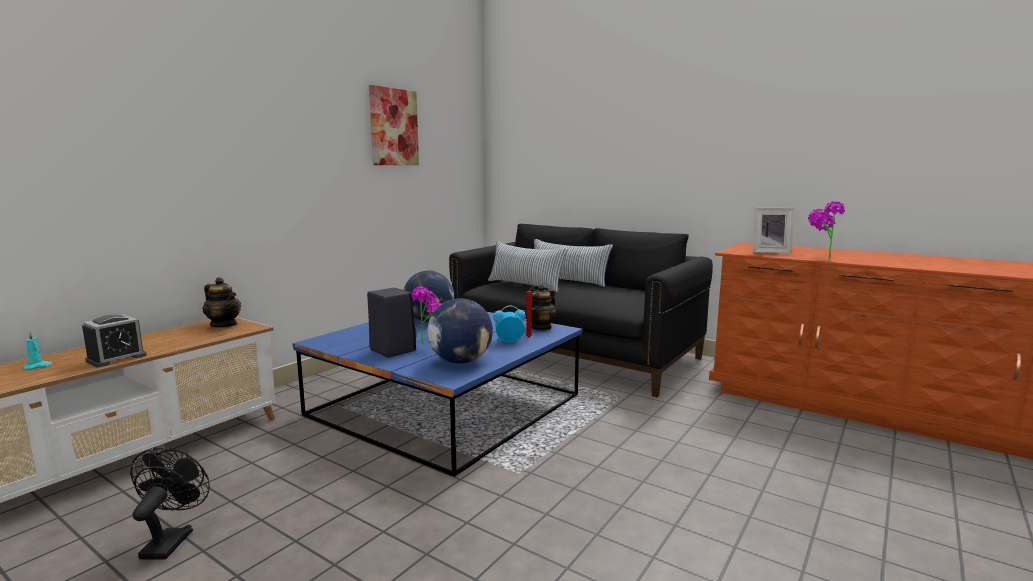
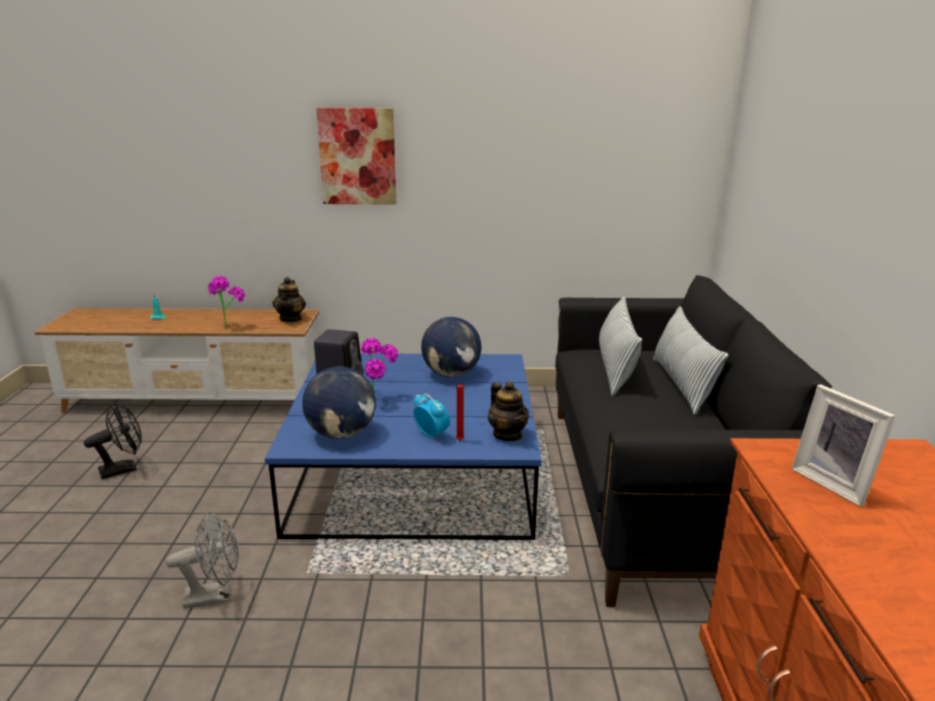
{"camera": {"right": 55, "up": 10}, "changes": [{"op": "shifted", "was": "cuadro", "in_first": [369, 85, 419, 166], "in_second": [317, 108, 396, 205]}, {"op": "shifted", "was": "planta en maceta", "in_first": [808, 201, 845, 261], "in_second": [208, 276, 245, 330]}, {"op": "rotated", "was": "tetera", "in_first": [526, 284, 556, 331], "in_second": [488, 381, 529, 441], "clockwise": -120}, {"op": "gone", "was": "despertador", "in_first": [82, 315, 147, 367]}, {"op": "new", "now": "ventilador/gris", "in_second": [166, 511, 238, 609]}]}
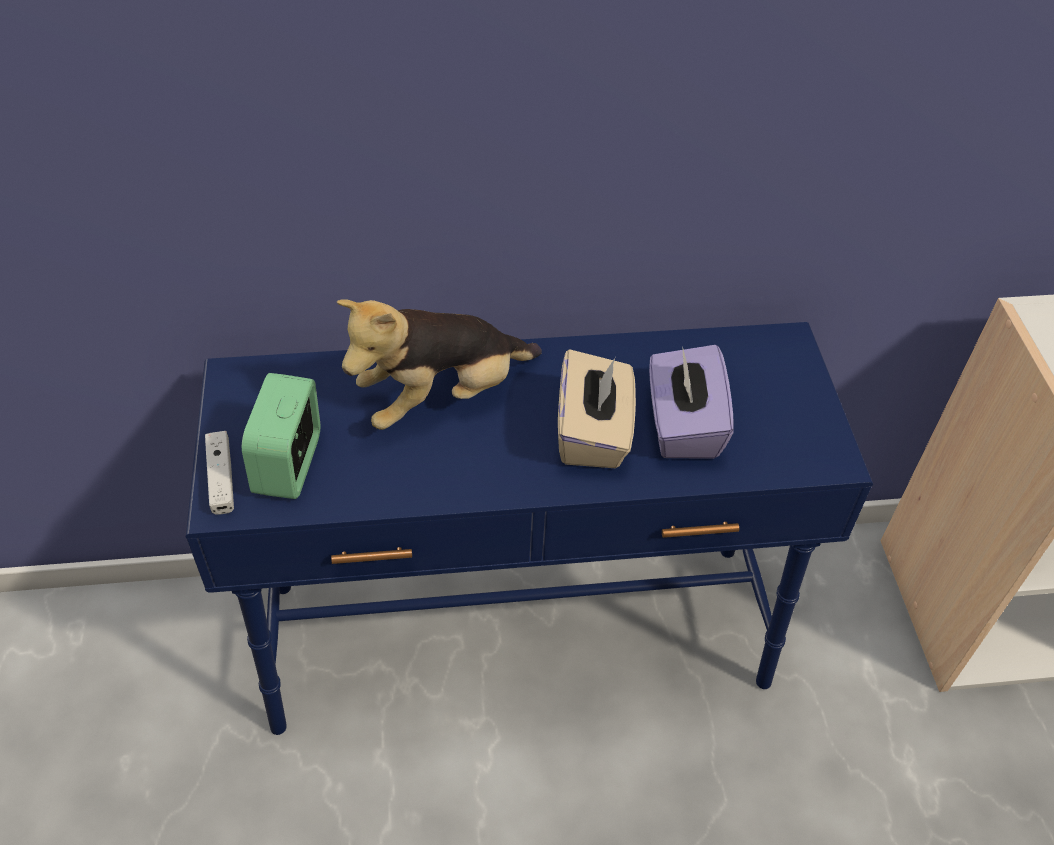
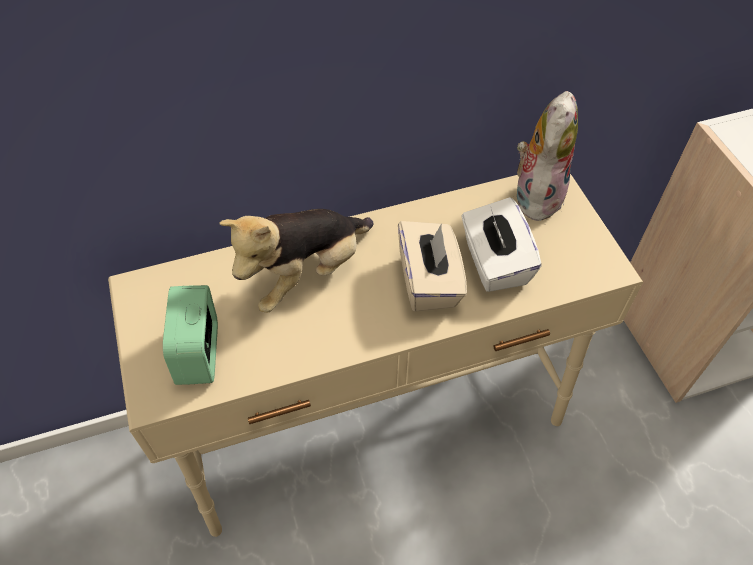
{"camera": {"right": -10, "up": 5}, "changes": [{"op": "repainted", "was": "mesa consola/azul", "now": "mesa consola/beis", "in_first": [185, 322, 873, 735], "in_second": [108, 174, 643, 537]}, {"op": "repainted", "was": "caja de pañuelos/morado", "now": "caja de pañuelos/blanco", "in_first": [649, 345, 733, 459], "in_second": [461, 197, 542, 292]}, {"op": "gone", "was": "mando de consola/blanco", "in_first": [205, 431, 234, 515]}, {"op": "new", "now": "peluche", "in_second": [517, 91, 578, 222]}]}
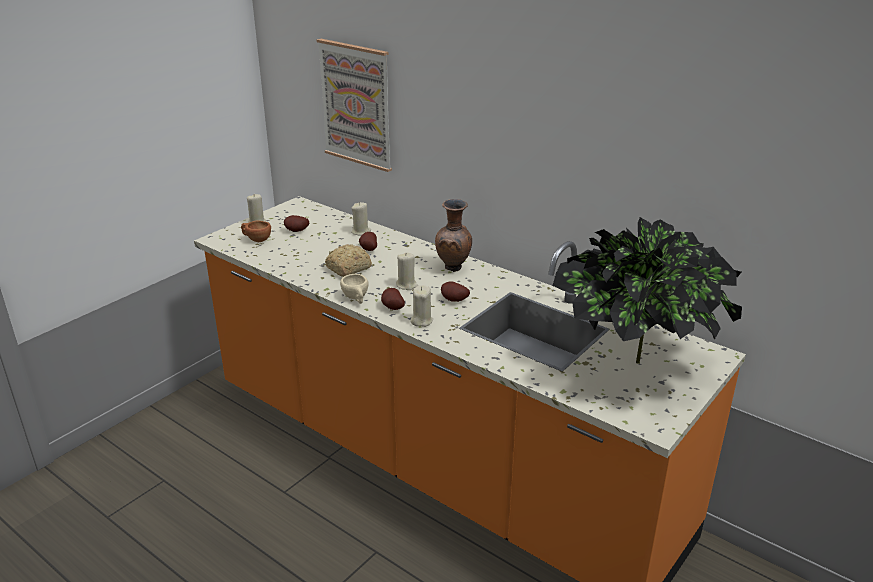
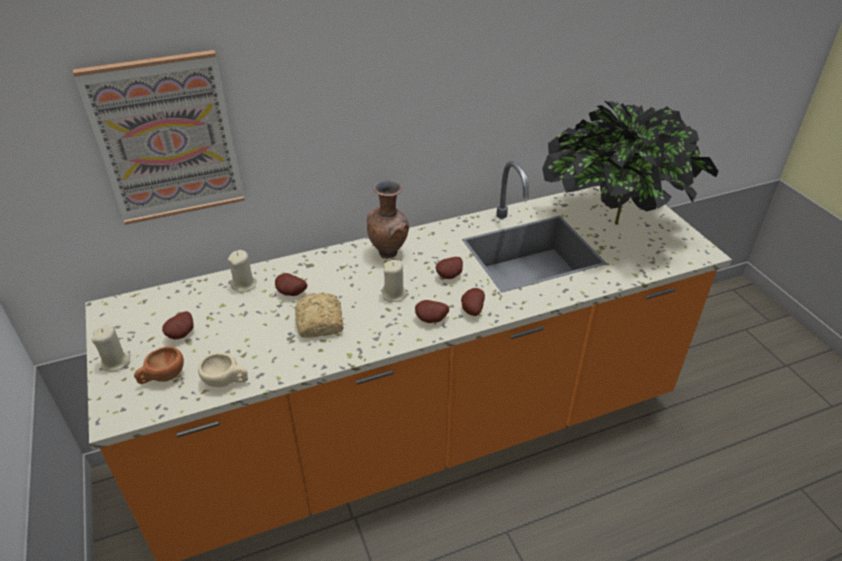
{"camera": {"right": -60, "up": 10}, "changes": [{"op": "shifted", "was": "taza/beis", "in_first": [340, 274, 369, 304], "in_second": [198, 353, 248, 387]}, {"op": "swapped", "was": "vela/beis", "now": "patata", "in_first": [410, 285, 433, 327], "in_second": [461, 288, 485, 316]}]}
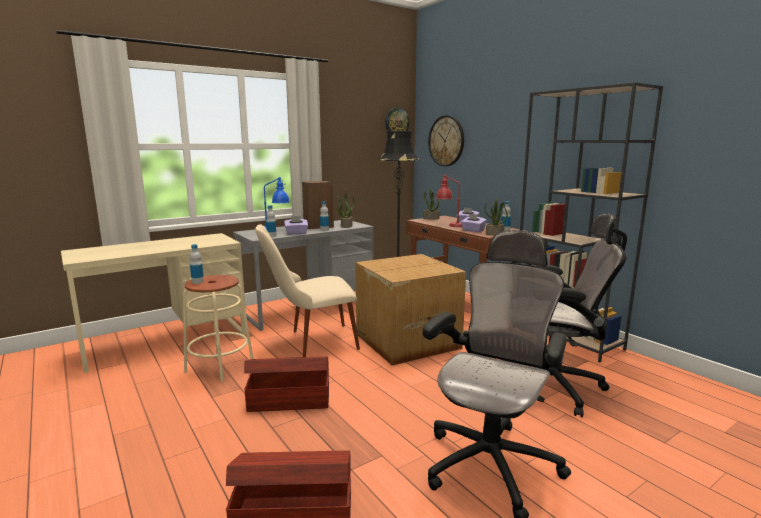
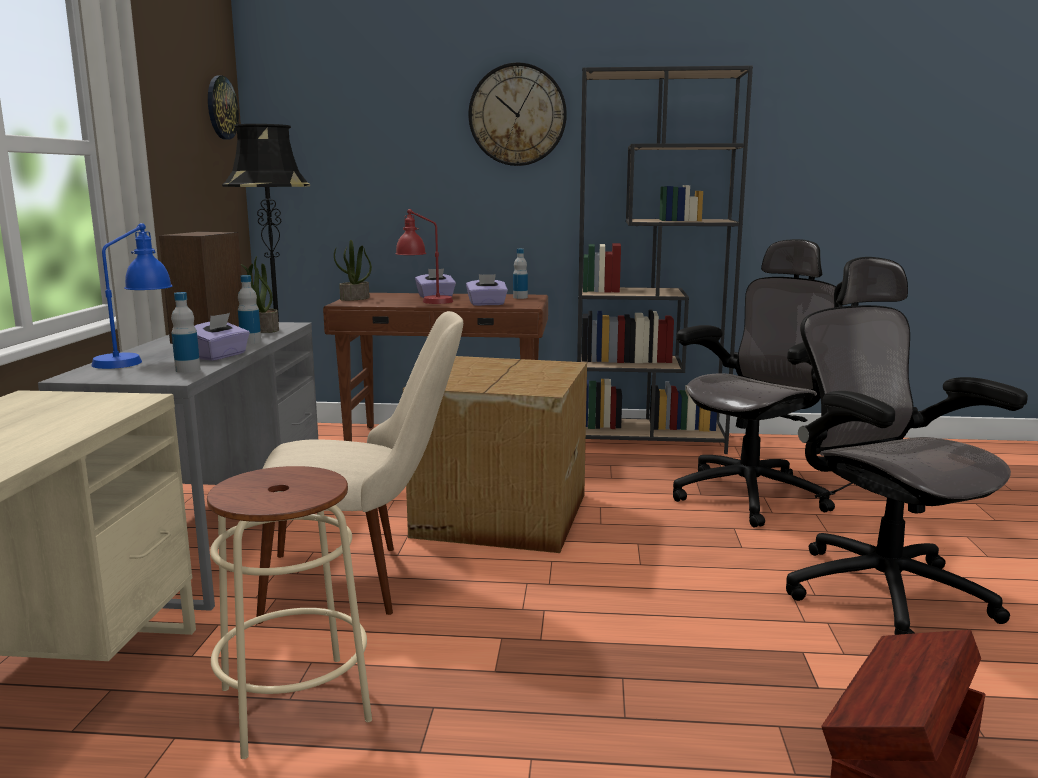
{"camera": {"right": -50, "up": 0}, "changes": [{"op": "shifted", "was": "reloj de pared", "in_first": [428, 115, 464, 166], "in_second": [469, 62, 567, 166]}, {"op": "gone", "was": "planta en maceta", "in_first": [484, 198, 508, 235]}, {"op": "rotated", "was": "silla/beis", "in_first": [255, 224, 360, 357], "in_second": [256, 311, 463, 624], "clockwise": -120}, {"op": "gone", "was": "botella", "in_first": [190, 244, 204, 284]}, {"op": "gone", "was": "caja de almacenaje/marrón", "in_first": [244, 356, 329, 412]}]}
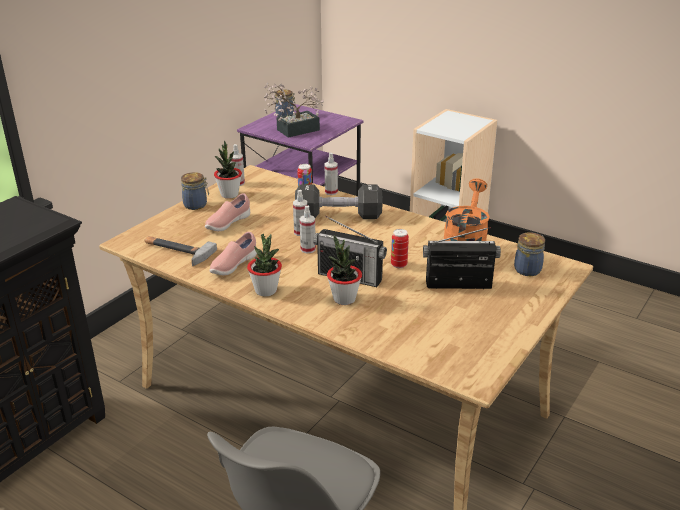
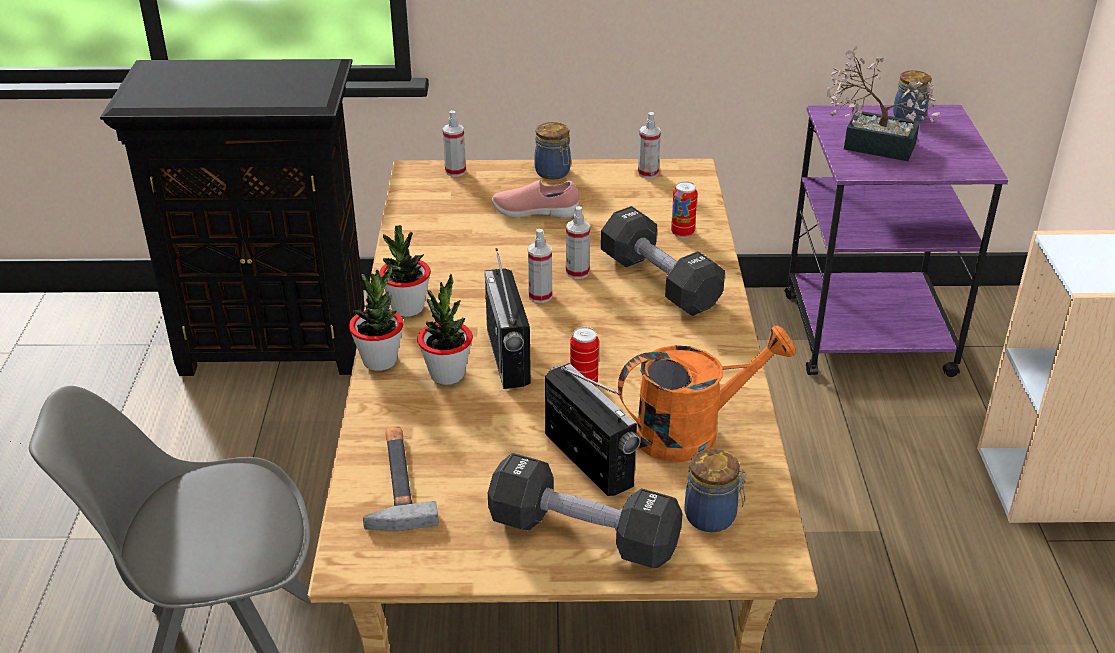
{"camera": {"right": 55, "up": 5}, "changes": [{"op": "shifted", "was": "planta en maceta", "in_first": [214, 140, 242, 199], "in_second": [349, 264, 404, 371]}, {"op": "shifted", "was": "pulverizador", "in_first": [325, 153, 338, 195], "in_second": [443, 110, 466, 177]}, {"op": "gone", "was": "zapato/rosa", "in_first": [209, 232, 257, 275]}, {"op": "shifted", "was": "martillo", "in_first": [145, 236, 217, 266], "in_second": [363, 426, 439, 531]}, {"op": "new", "now": "mancuerna/negro", "in_second": [488, 453, 683, 568]}]}
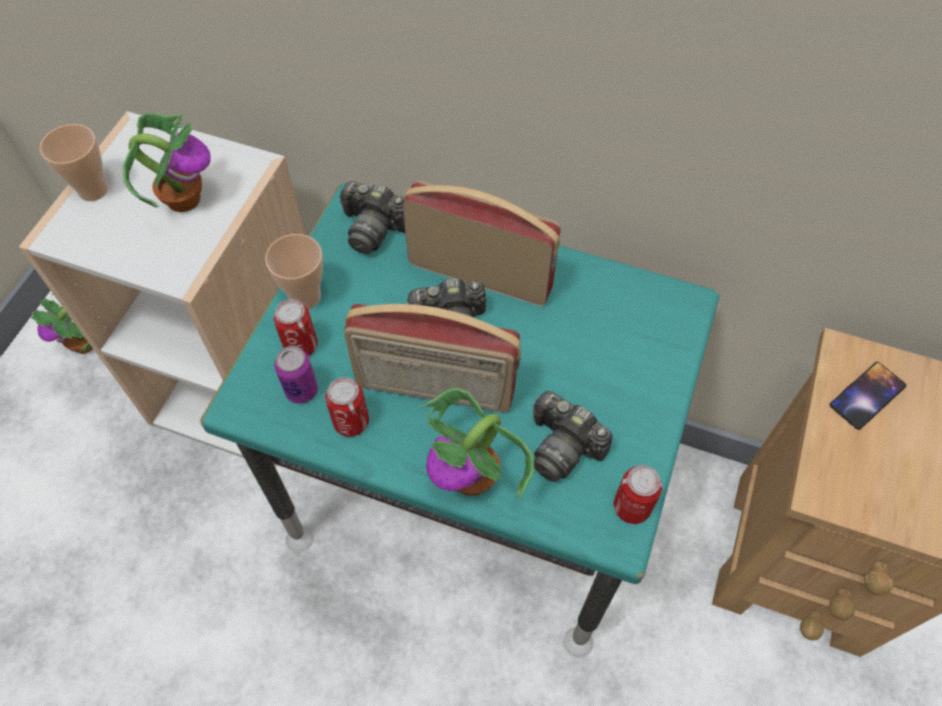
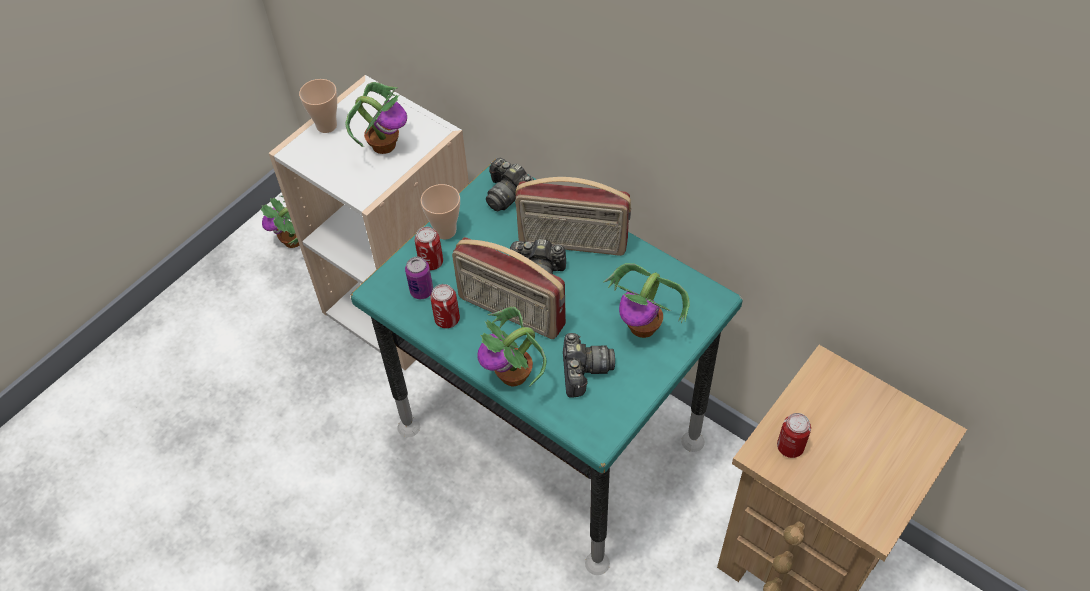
{"camera": {"right": 20, "up": -5}, "changes": [{"op": "rotated", "was": "radio", "in_first": [402, 181, 561, 306], "in_second": [515, 177, 631, 256], "clockwise": 150}, {"op": "gone", "was": "móvil", "in_first": [830, 362, 906, 430]}, {"op": "rotated", "was": "cámara", "in_first": [533, 391, 613, 482], "in_second": [563, 333, 615, 398], "clockwise": -150}, {"op": "shifted", "was": "lata", "in_first": [614, 465, 662, 524], "in_second": [777, 413, 811, 458]}, {"op": "new", "now": "planta en maceta", "in_second": [603, 263, 690, 338]}]}
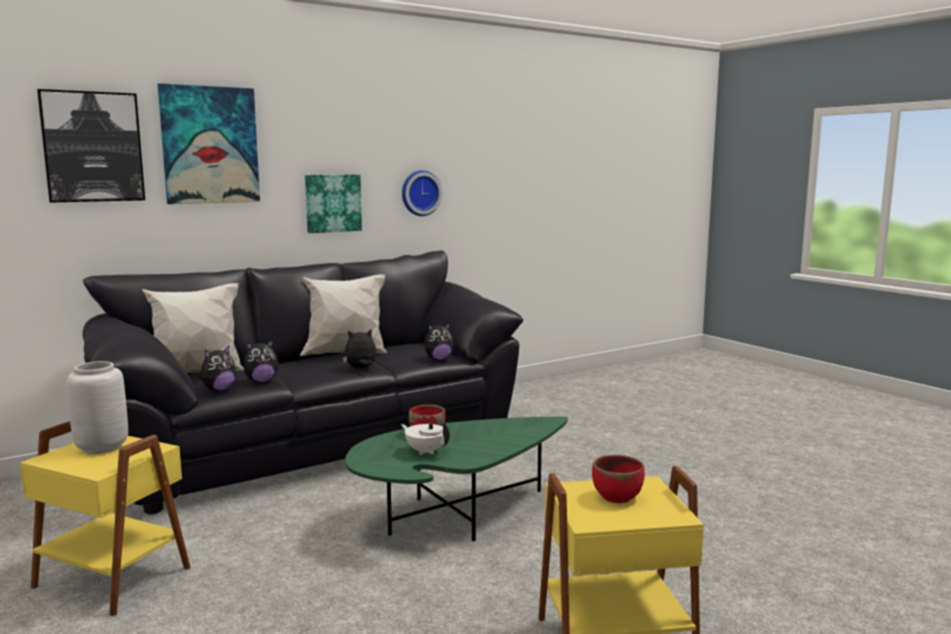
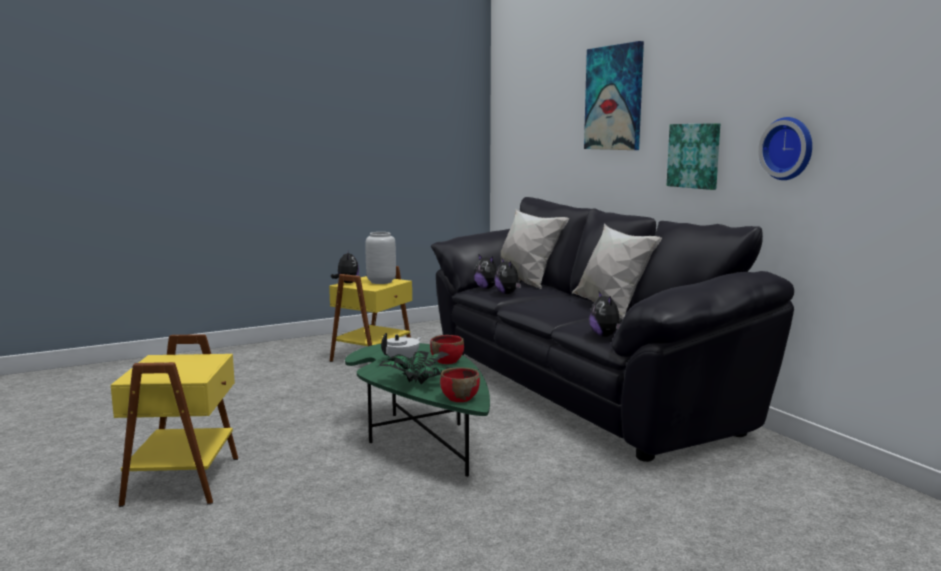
{"camera": {"right": 95, "up": 0}, "changes": [{"op": "gone", "was": "cuadro", "in_first": [37, 89, 145, 203]}, {"op": "shifted", "was": "peluche", "in_first": [343, 328, 376, 369], "in_second": [331, 252, 359, 283]}, {"op": "shifted", "was": "cuenco/rojo", "in_first": [592, 455, 645, 503], "in_second": [440, 367, 480, 402]}, {"op": "new", "now": "planta en maceta", "in_second": [378, 351, 451, 384]}]}
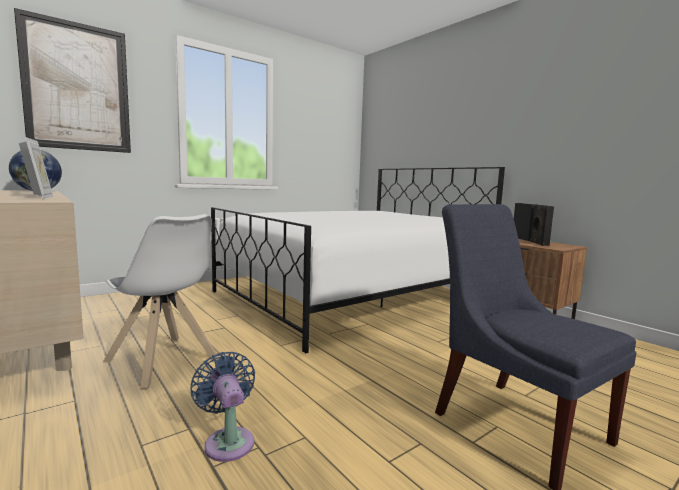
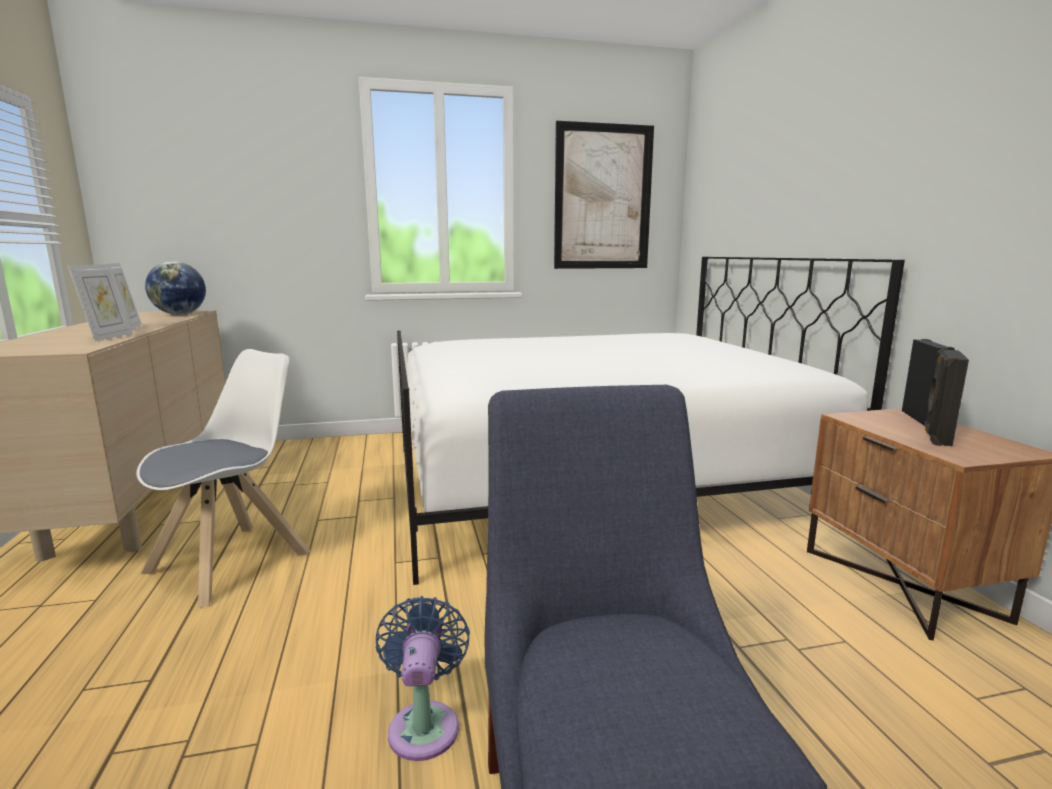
{"camera": {"right": 25, "up": 5}, "changes": [{"op": "shifted", "was": "cuadro", "in_first": [14, 8, 131, 153], "in_second": [554, 121, 654, 269]}, {"op": "rotated", "was": "silla", "in_first": [103, 214, 219, 389], "in_second": [136, 349, 310, 607], "clockwise": -120}, {"op": "shifted", "was": "ventilador/azul", "in_first": [190, 352, 255, 462], "in_second": [376, 596, 470, 761]}]}
